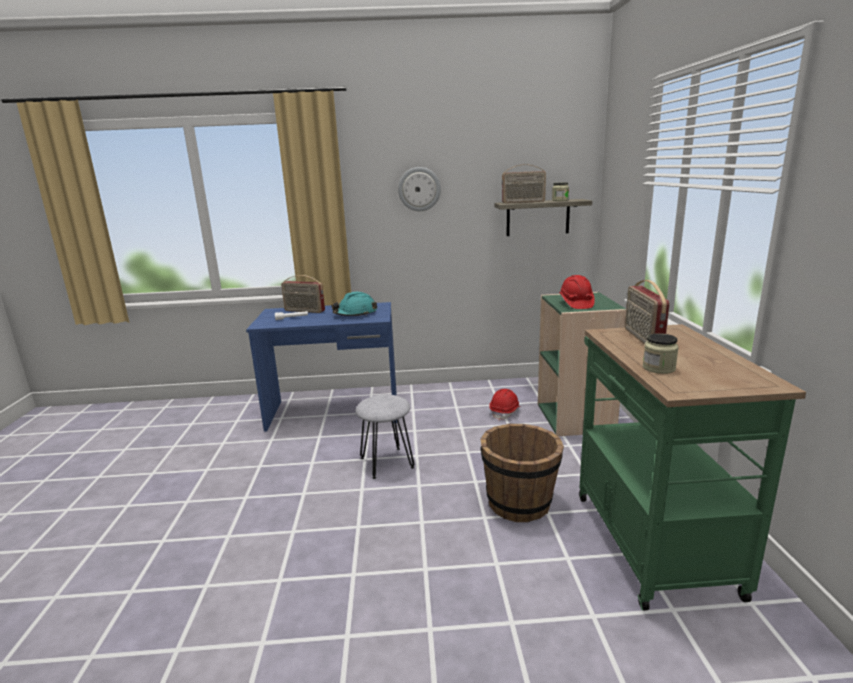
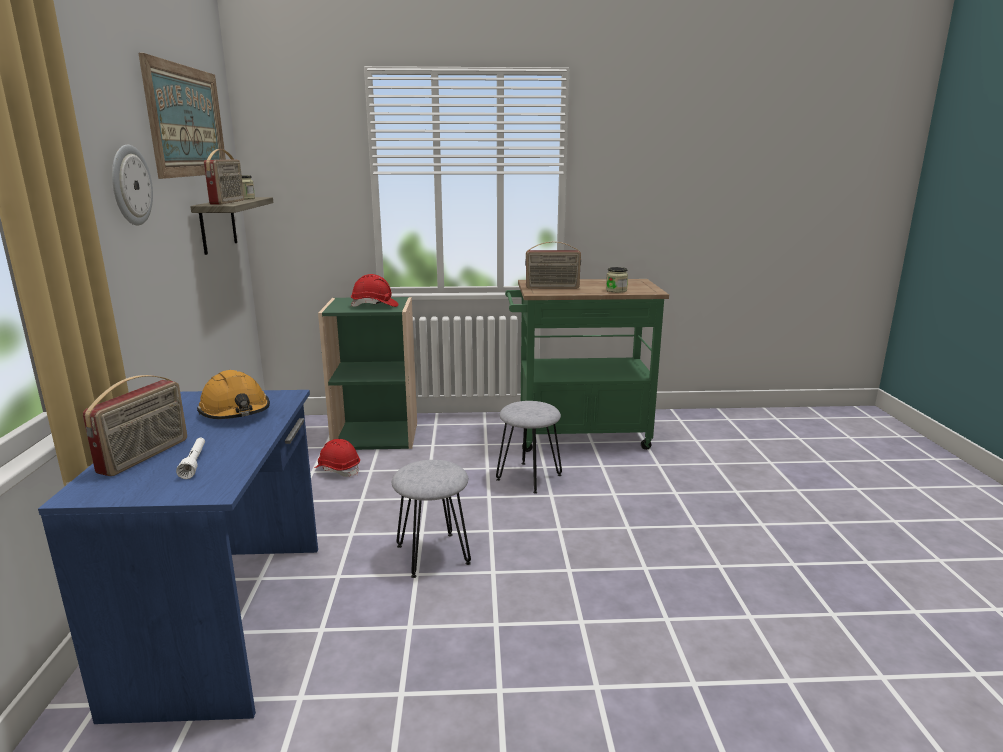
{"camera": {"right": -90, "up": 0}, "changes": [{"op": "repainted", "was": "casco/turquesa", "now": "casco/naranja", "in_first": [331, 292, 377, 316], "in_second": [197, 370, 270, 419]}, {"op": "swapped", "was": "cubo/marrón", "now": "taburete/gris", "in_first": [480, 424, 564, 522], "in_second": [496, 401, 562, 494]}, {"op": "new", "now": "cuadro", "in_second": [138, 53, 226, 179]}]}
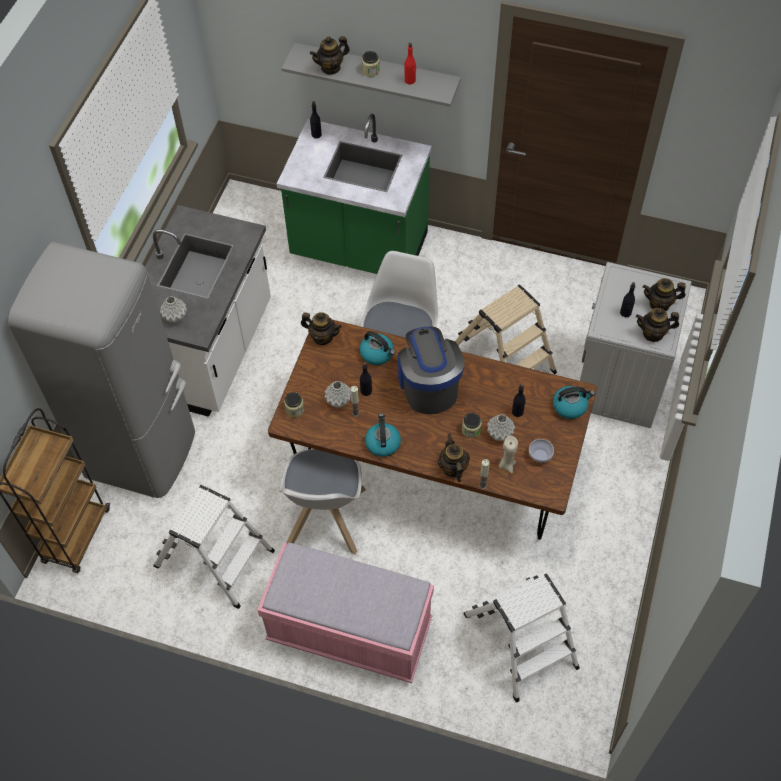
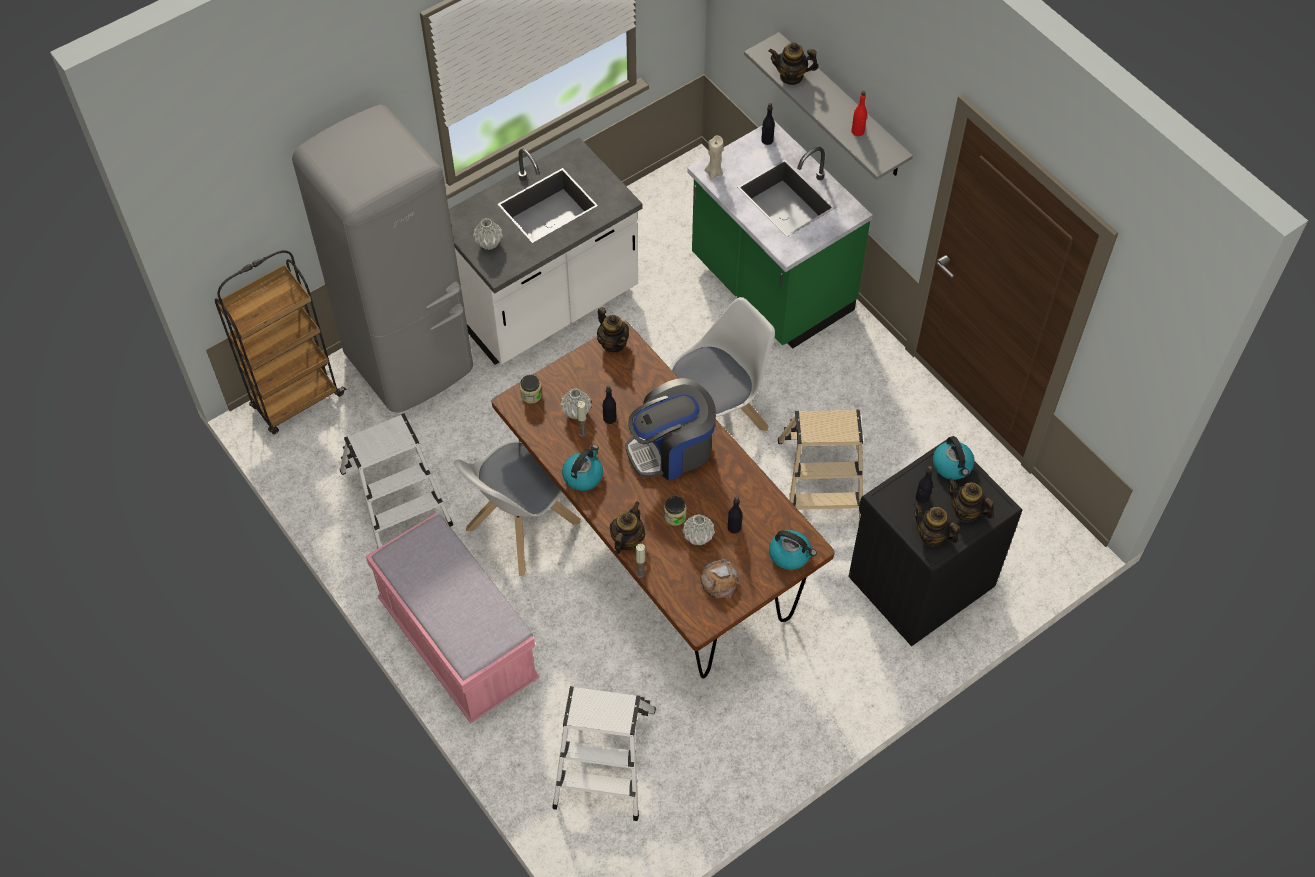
{"camera": {"right": 35, "up": 0}, "changes": [{"op": "gone", "was": "tarro", "in_first": [362, 51, 380, 77]}, {"op": "repainted", "was": "lavadora/blanco", "now": "lavadora/negro", "in_first": [580, 262, 691, 428], "in_second": [848, 439, 1022, 646]}, {"op": "rotated", "was": "cafetera", "in_first": [398, 327, 464, 415], "in_second": [625, 378, 716, 481], "clockwise": -135}, {"op": "shifted", "was": "hervidor", "in_first": [360, 331, 395, 365], "in_second": [933, 436, 974, 480]}, {"op": "shifted", "was": "vela/beis", "in_first": [499, 436, 518, 473], "in_second": [704, 135, 723, 180]}, {"op": "swapped", "was": "cuenco", "now": "pan", "in_first": [529, 439, 554, 463], "in_second": [700, 559, 739, 599]}]}
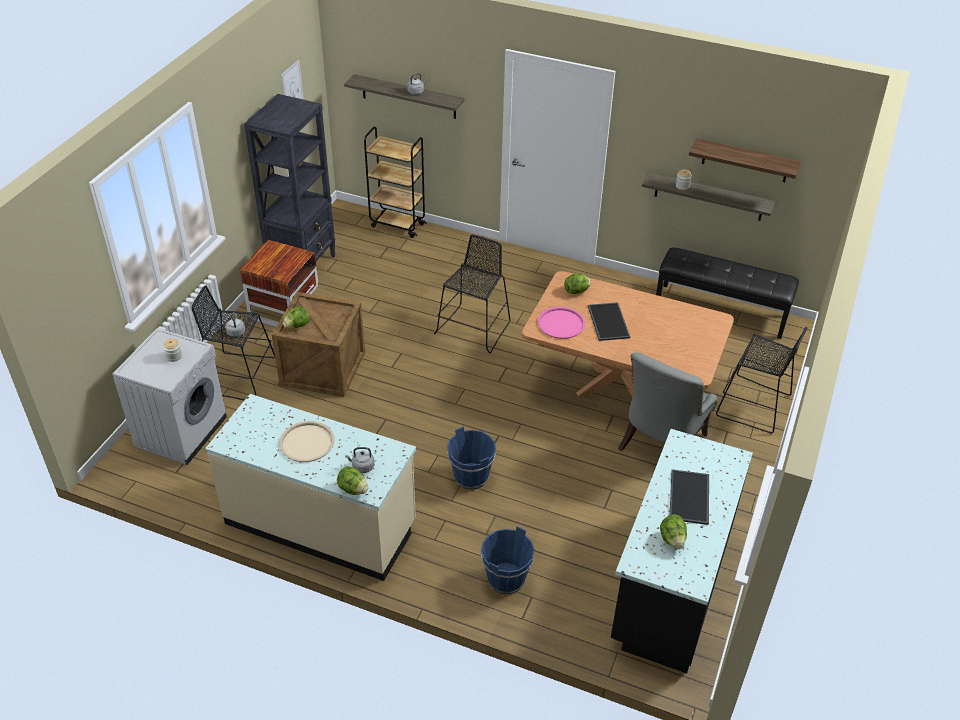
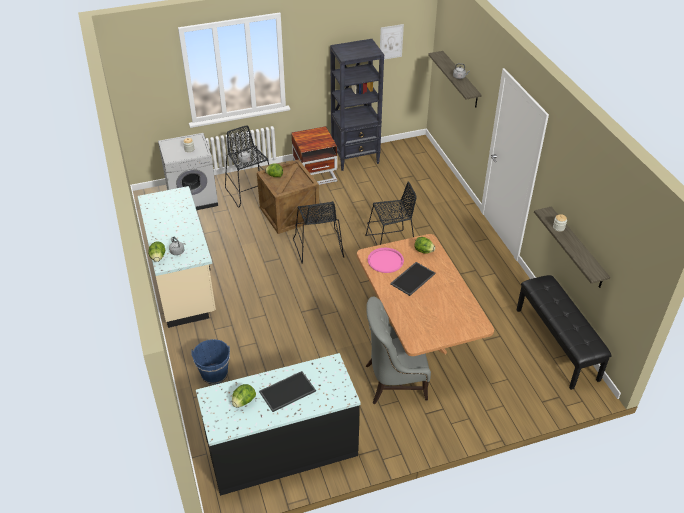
{"camera": {"right": 50, "up": 0}, "changes": [{"op": "gone", "was": "carrito/marrón", "in_first": [364, 127, 427, 238]}, {"op": "gone", "was": "estante", "in_first": [689, 138, 801, 182]}, {"op": "shifted", "was": "taburete/negro", "in_first": [716, 327, 808, 433], "in_second": [293, 201, 344, 264]}, {"op": "gone", "was": "bandeja/beis", "in_first": [279, 421, 334, 462]}, {"op": "gone", "was": "cubo/azul", "in_first": [447, 426, 496, 490]}]}
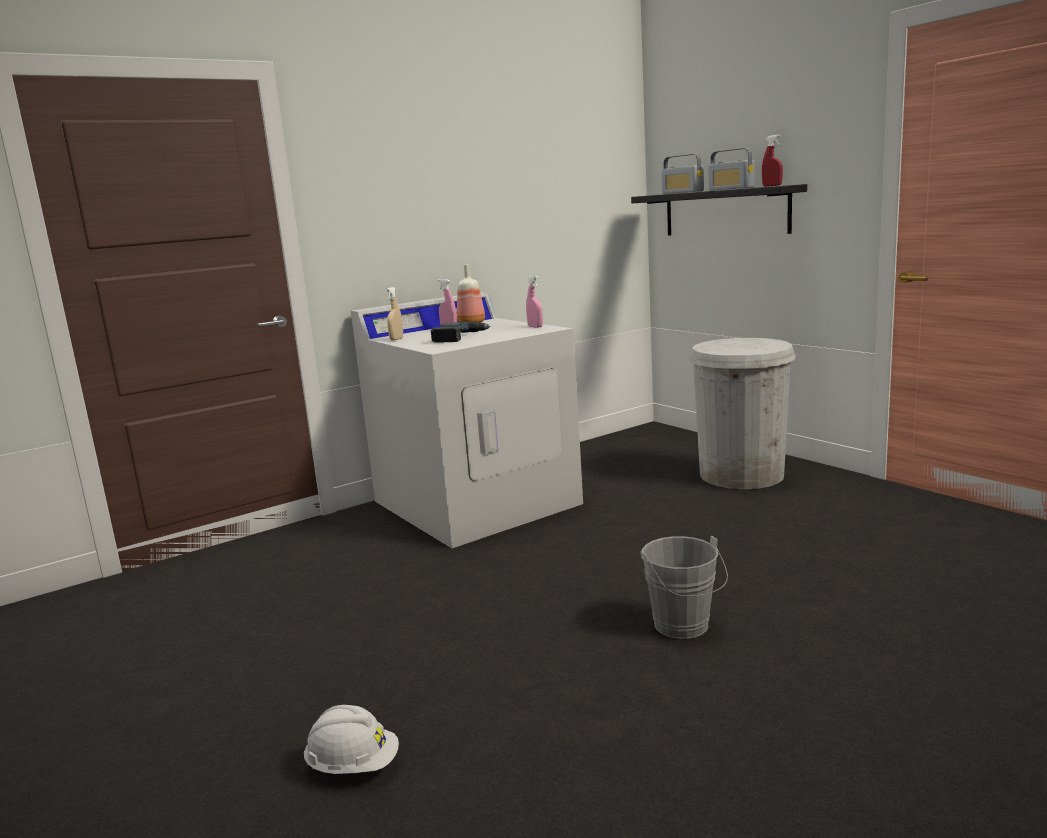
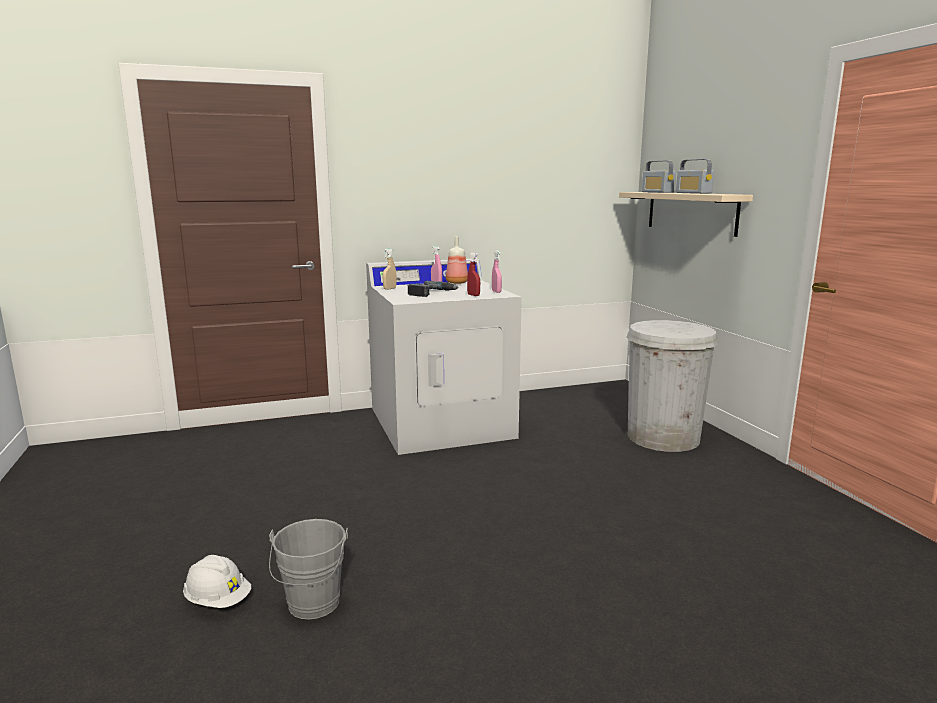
{"camera": {"right": 15, "up": 0}, "changes": [{"op": "shifted", "was": "pulverizador/rojo", "in_first": [762, 135, 783, 187], "in_second": [467, 253, 480, 296]}, {"op": "repainted", "was": "estante/negro", "now": "estante/beis", "in_first": [631, 184, 807, 236], "in_second": [619, 192, 753, 237]}, {"op": "shifted", "was": "cubo/gris", "in_first": [640, 536, 728, 639], "in_second": [269, 519, 348, 620]}]}
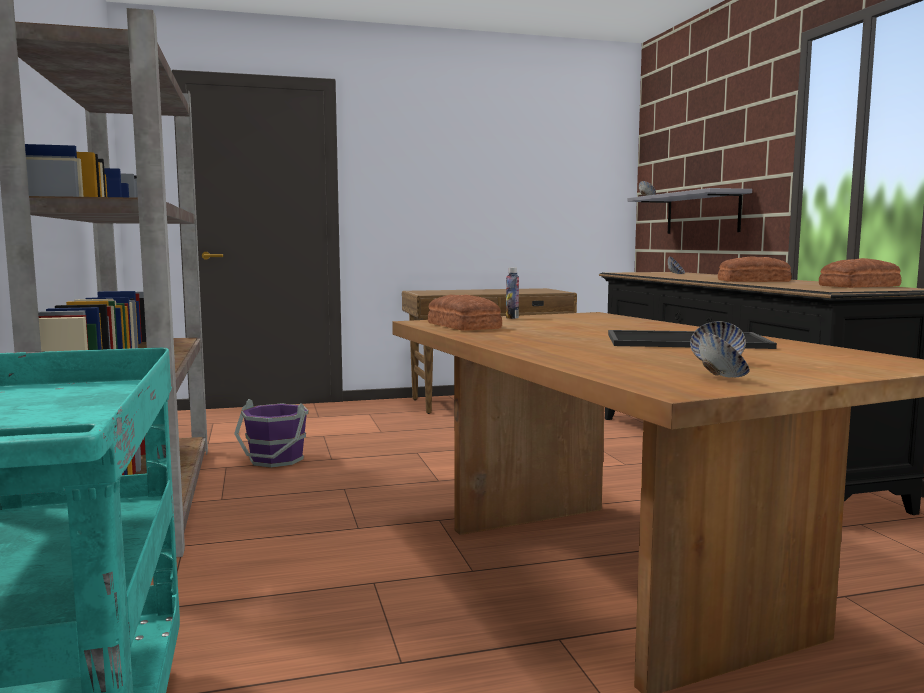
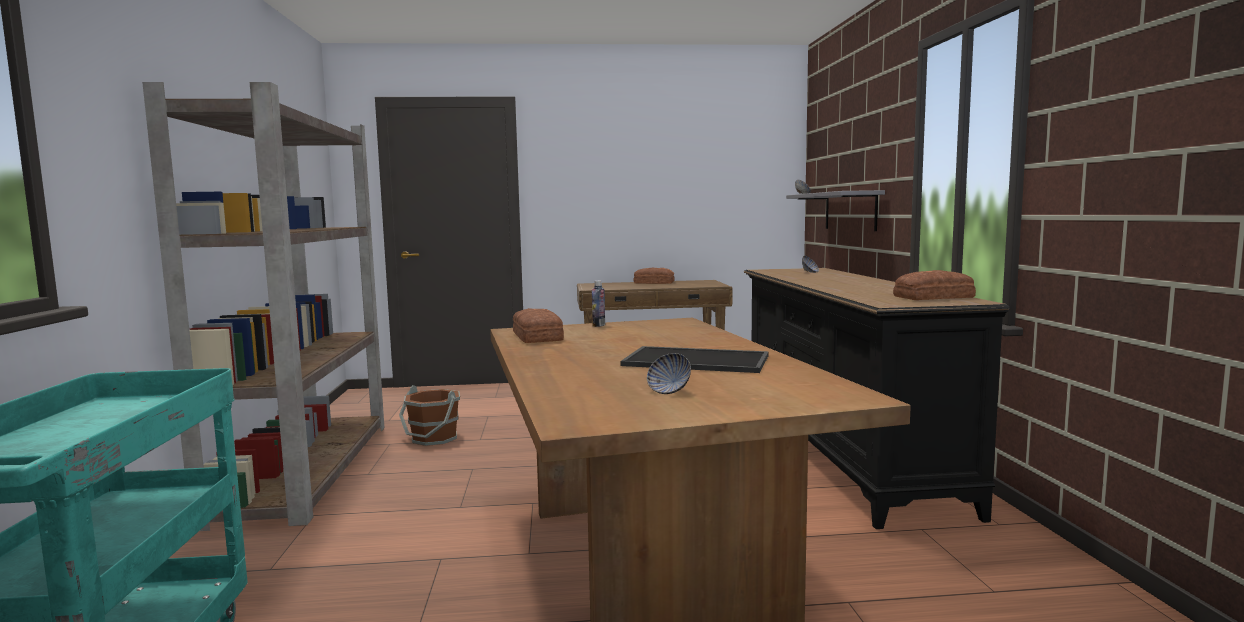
{"camera": {"right": 10, "up": 0}, "changes": [{"op": "shifted", "was": "pan", "in_first": [718, 256, 792, 282], "in_second": [634, 268, 675, 284]}, {"op": "gone", "was": "cuenco", "in_first": [699, 332, 749, 377]}, {"op": "repainted", "was": "cubo/morado", "now": "cubo/marrón", "in_first": [234, 399, 309, 468], "in_second": [399, 385, 460, 446]}]}
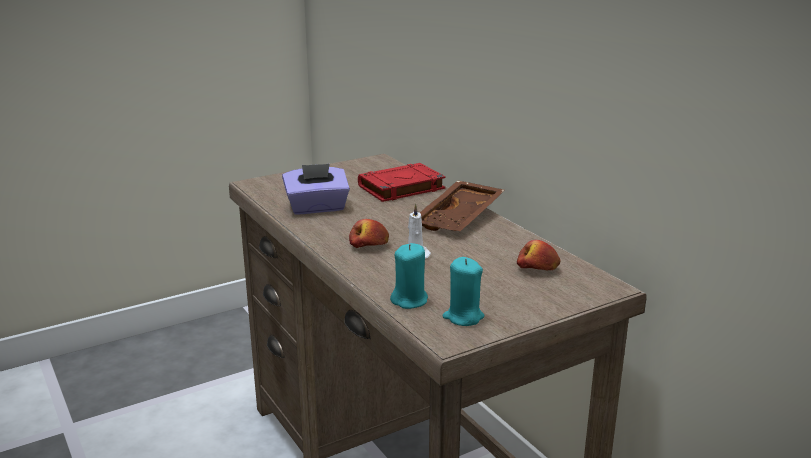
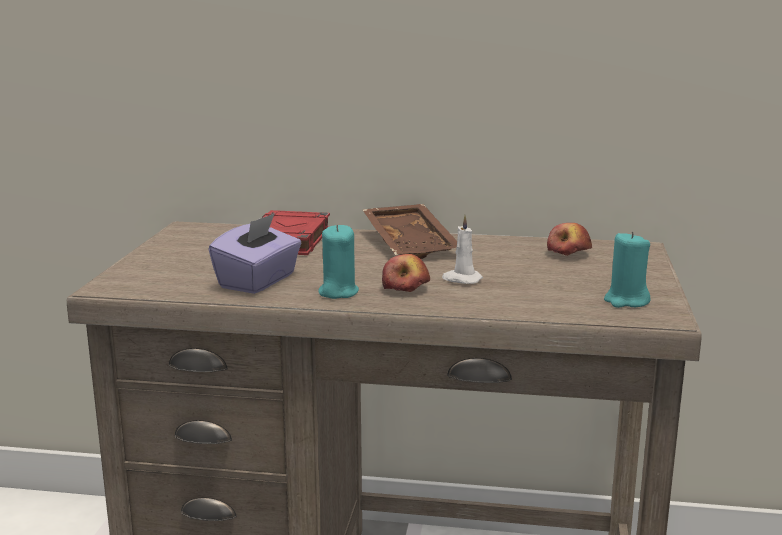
{"camera": {"right": -50, "up": -5}, "changes": [{"op": "shifted", "was": "vela/turquesa", "in_first": [390, 243, 428, 309], "in_second": [318, 224, 359, 299]}]}
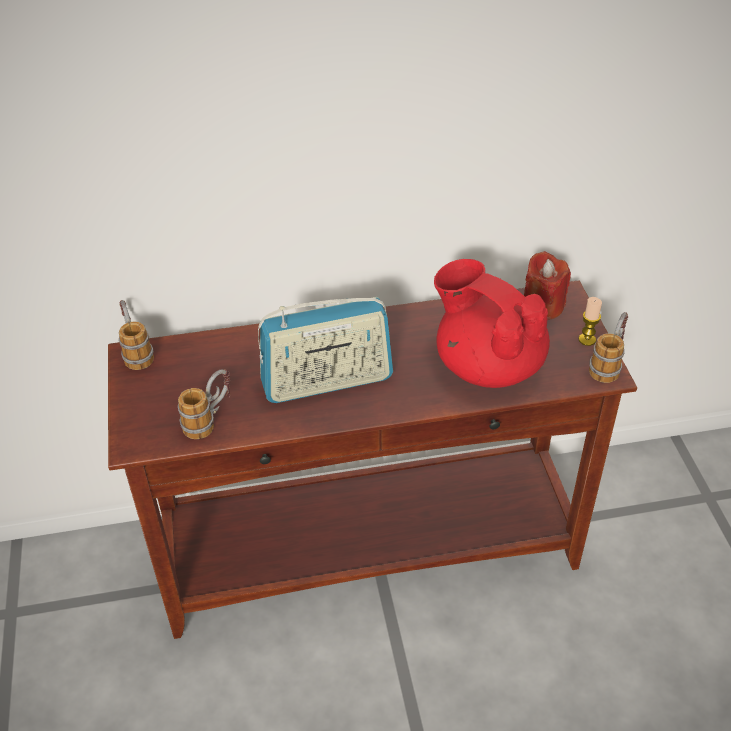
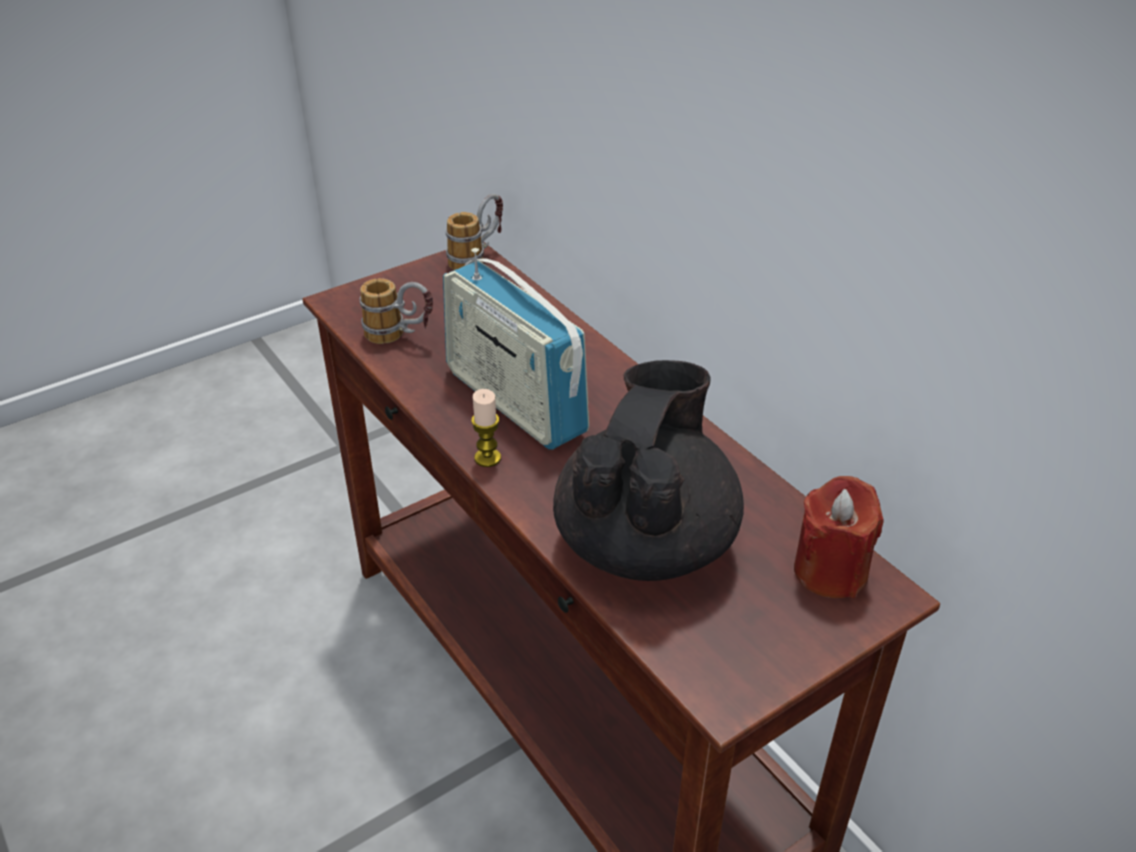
{"camera": {"right": 65, "up": -5}, "changes": [{"op": "repainted", "was": "tetera/rojo", "now": "tetera/negro", "in_first": [434, 259, 550, 388], "in_second": [553, 360, 744, 581]}, {"op": "shifted", "was": "vela", "in_first": [578, 297, 602, 346], "in_second": [471, 389, 501, 467]}, {"op": "gone", "was": "taza grande", "in_first": [589, 312, 628, 383]}]}
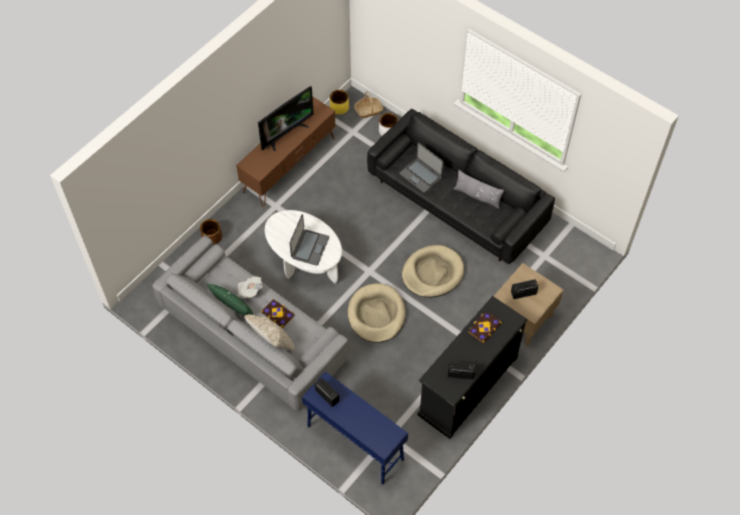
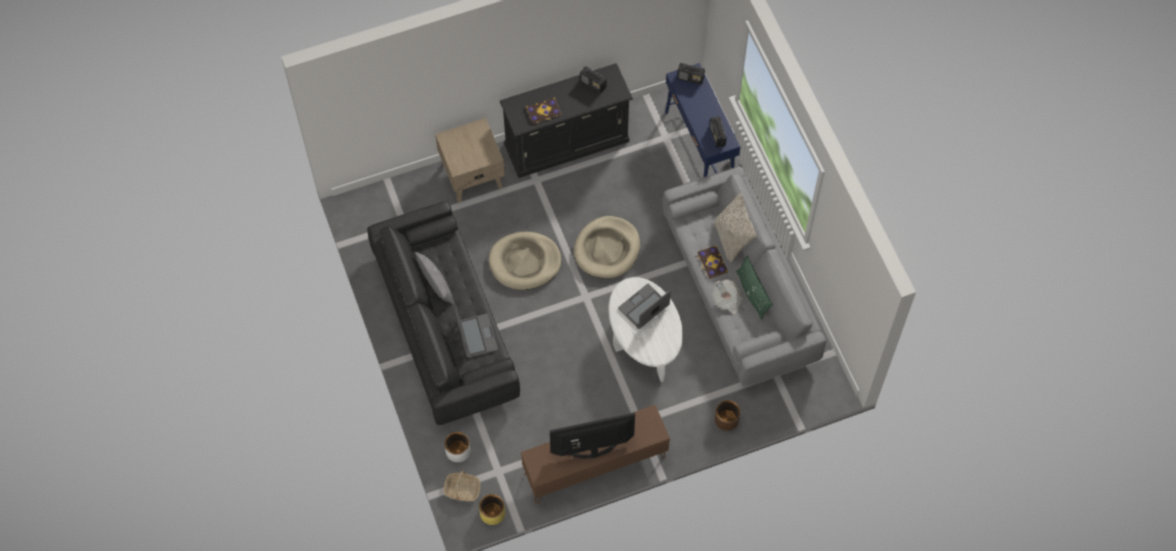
{"camera": {"right": -150, "up": 5}, "changes": [{"op": "shifted", "was": "radio", "in_first": [511, 279, 538, 299], "in_second": [677, 63, 705, 85]}]}
